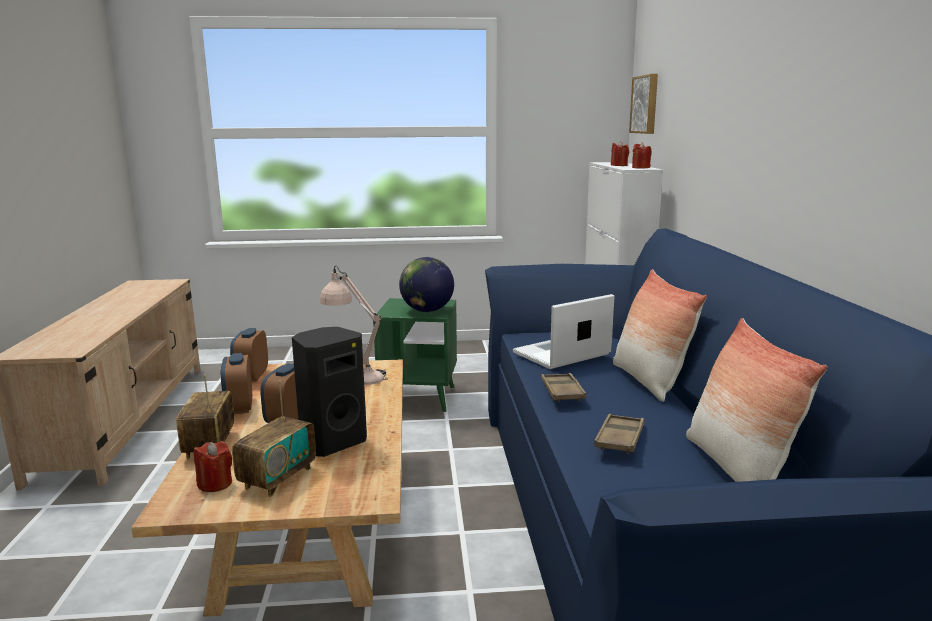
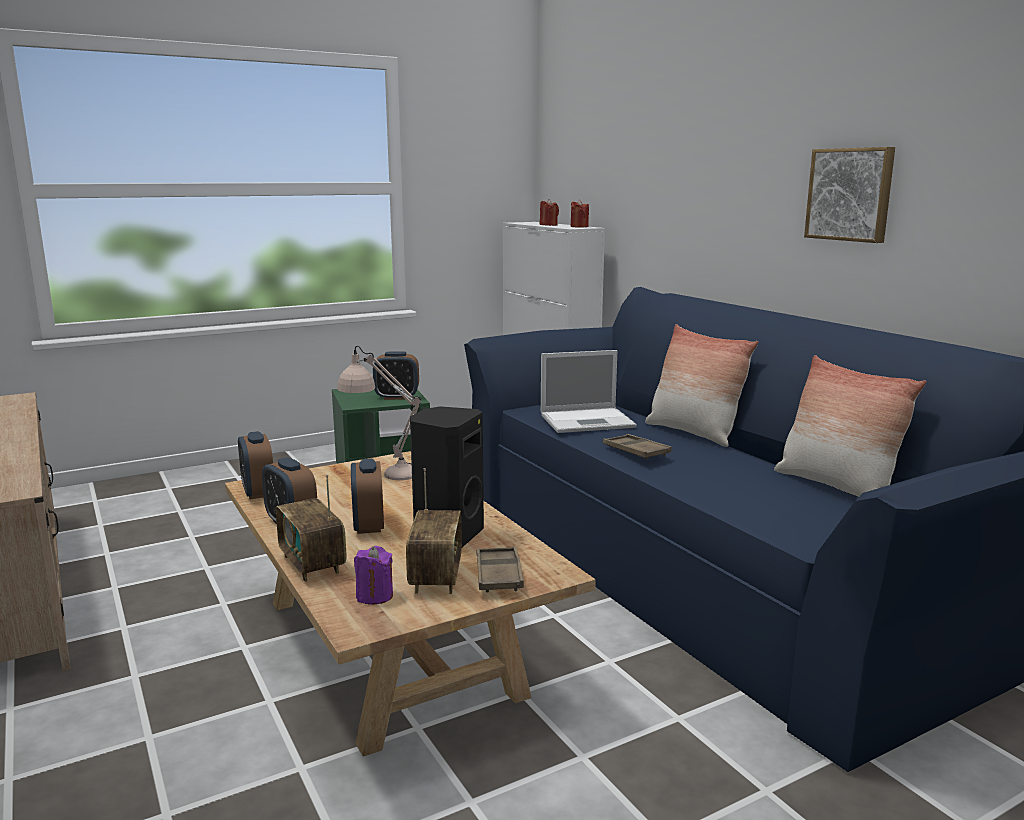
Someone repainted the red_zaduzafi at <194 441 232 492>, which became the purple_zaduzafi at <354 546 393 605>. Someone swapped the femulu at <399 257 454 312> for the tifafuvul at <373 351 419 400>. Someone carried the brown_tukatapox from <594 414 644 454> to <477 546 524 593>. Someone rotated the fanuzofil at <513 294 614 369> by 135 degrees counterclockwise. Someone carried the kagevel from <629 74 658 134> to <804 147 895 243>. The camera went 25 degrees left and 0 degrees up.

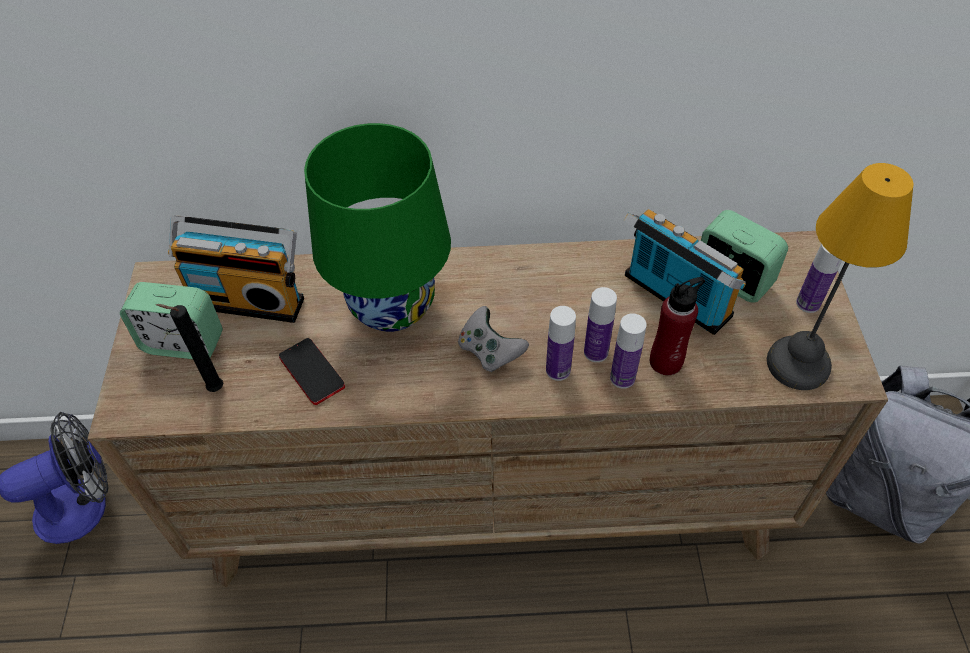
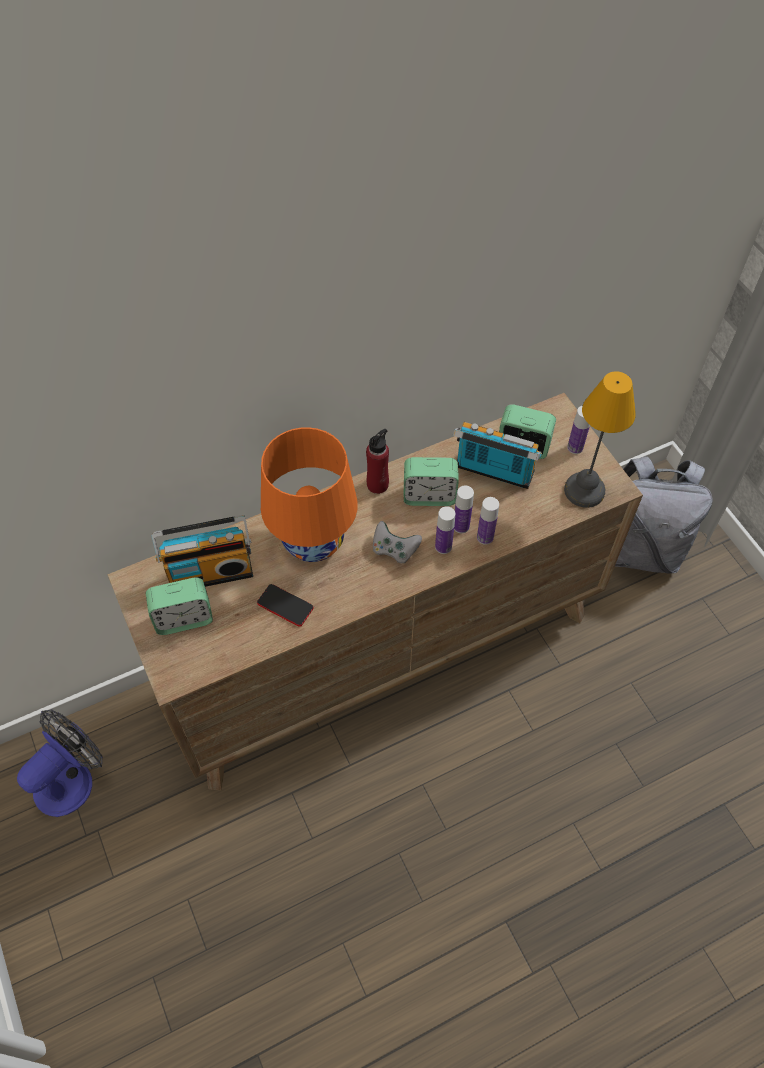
Someone repainted the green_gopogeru at <304 123 451 332>, which became the orange_gopogeru at <261 427 358 562>. Someone carried the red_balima from <650 277 705 375> to <366 429 389 494>. Someone put down the tifafuvul at <404 457 459 506>. Someone took away the black_zaduzafi at <156 304 223 392>. The camera went 25 degrees left and 5 degrees up.

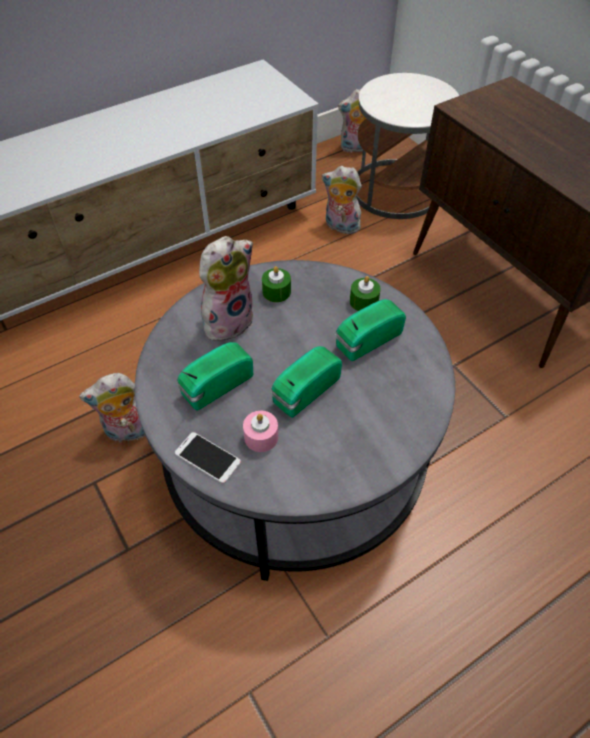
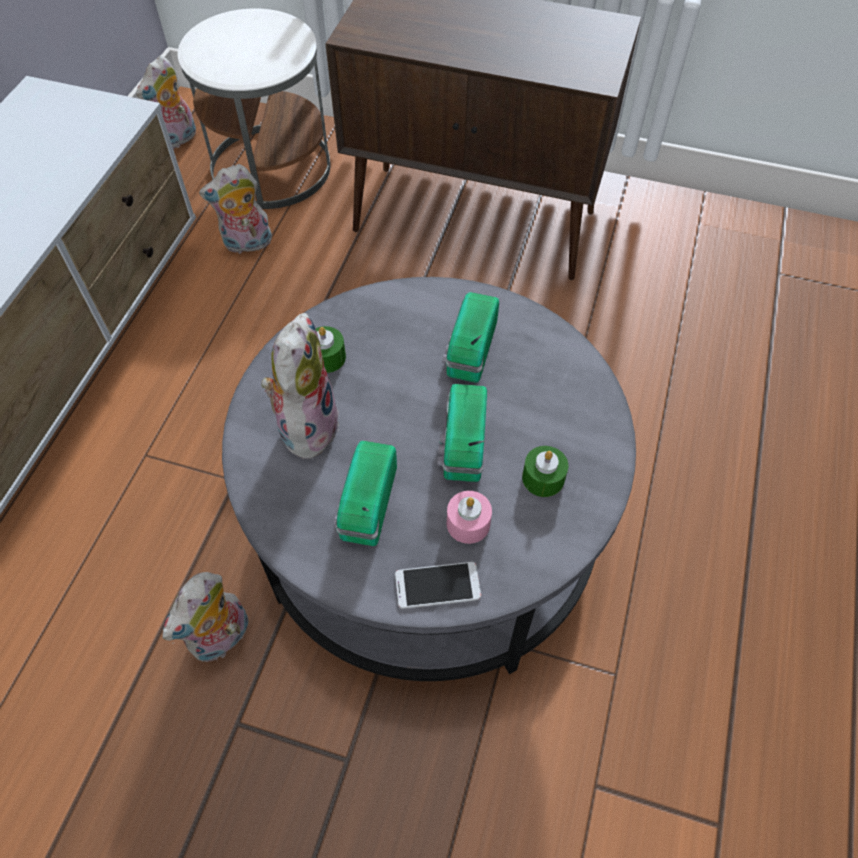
Someone carried the green_zaduzafi from <350 276 381 311> to <522 446 568 497>. The camera went 40 degrees left and 5 degrees up.

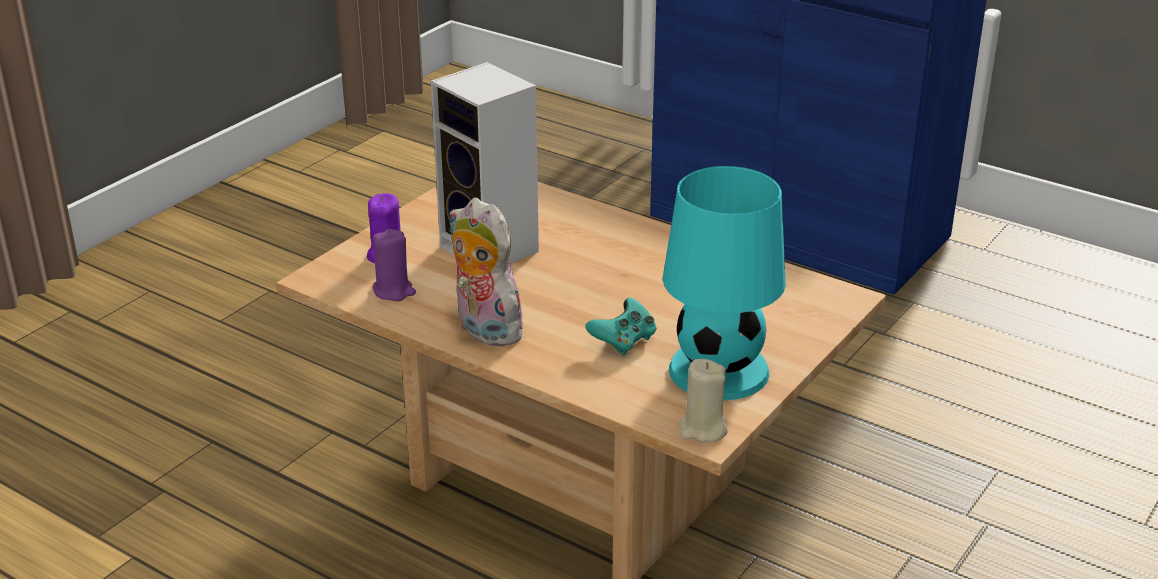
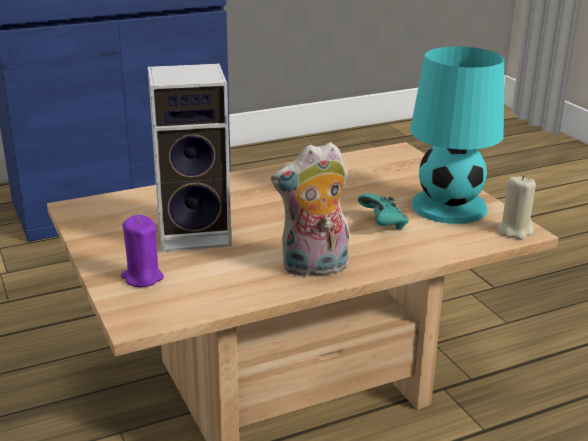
Someone took away the purple_zaduzafi at <373 229 416 301>. The camera went 60 degrees left and 5 degrees down.

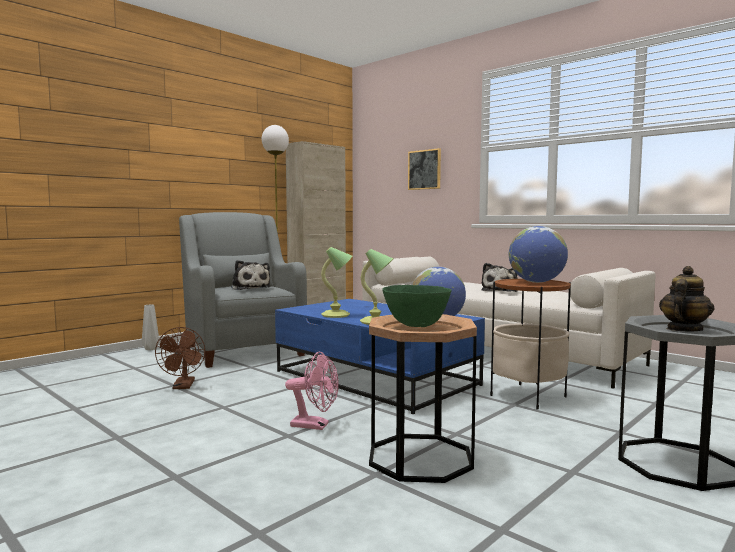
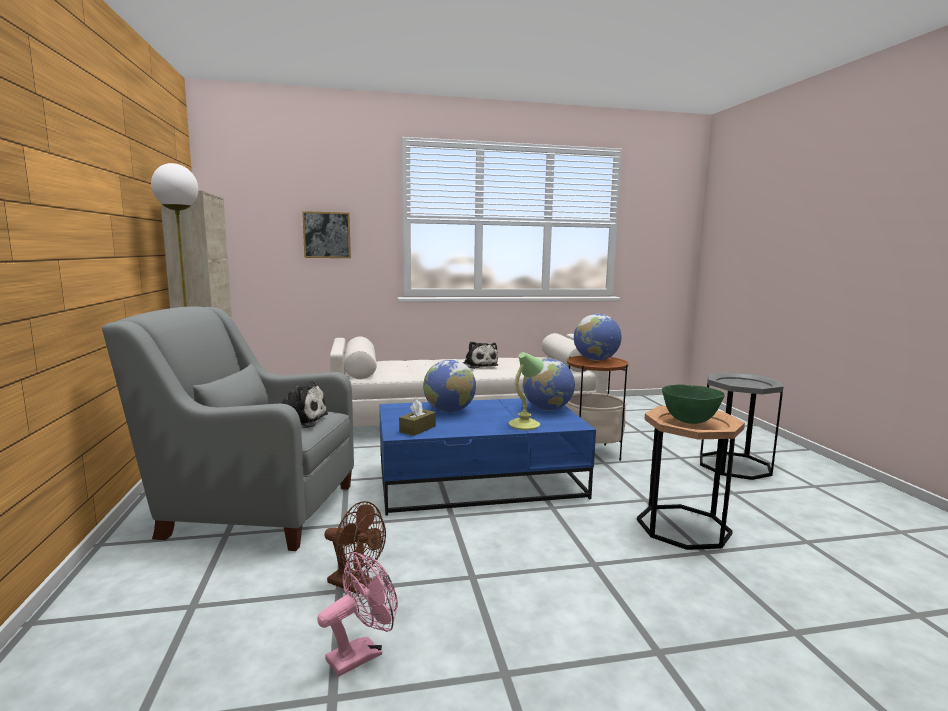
Someone carried the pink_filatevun from <285 352 339 430> to <317 552 398 676>. Someone put down the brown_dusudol at <399 400 436 436>. Someone put down the femulu at <423 360 476 413>. Someone took away the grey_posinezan at <142 304 159 350>. Someone took away the gopogeru at <321 247 352 318>. Someone took away the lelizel at <659 266 714 332>. The camera went 55 degrees left and 5 degrees up.

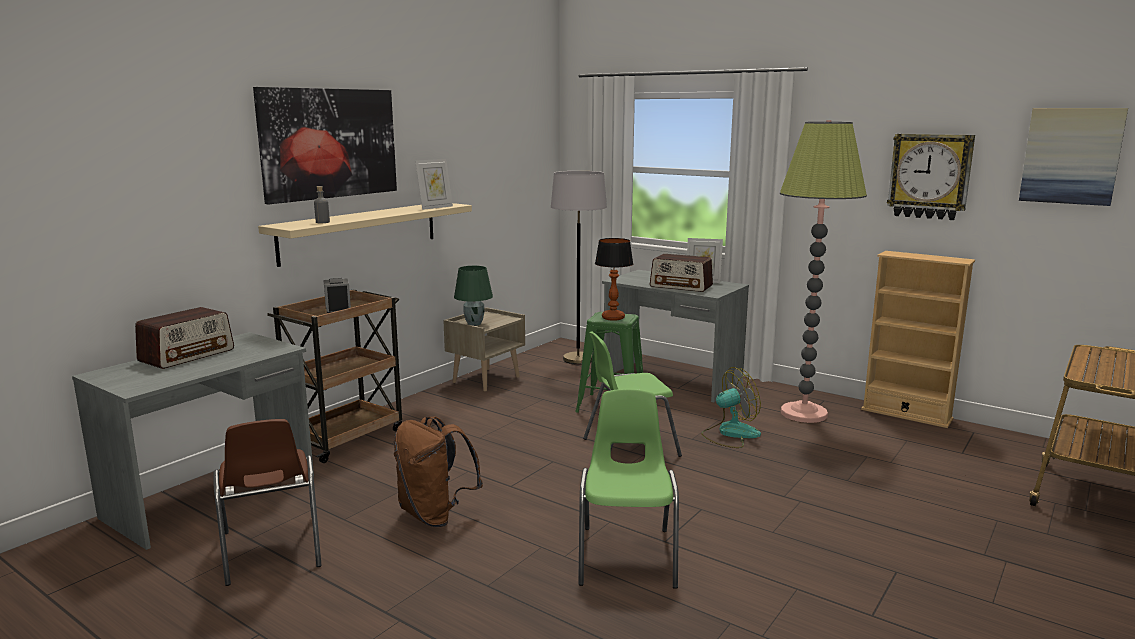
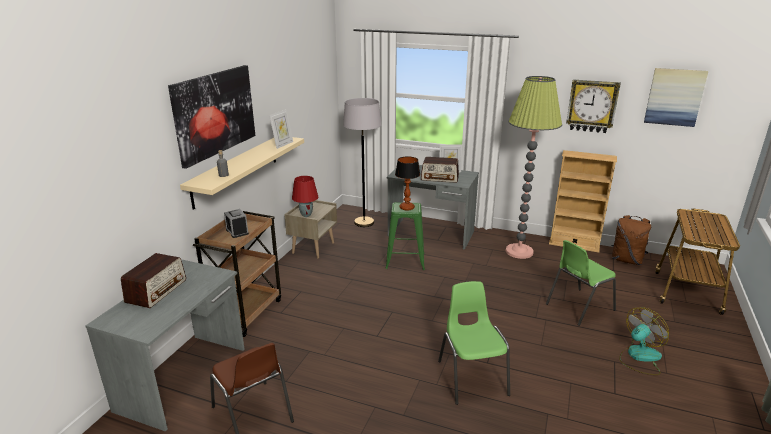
Someone repainted the green_gopogeru at <454 266 493 326>, which became the red_gopogeru at <292 176 318 217>. Someone carried the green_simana from <583 331 682 457> to <546 240 616 326>. Someone carried the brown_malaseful from <394 417 483 527> to <612 215 651 265>. Someone carried the filatevun from <701 367 761 448> to <619 307 669 375>. The camera went 15 degrees left and 10 degrees up.

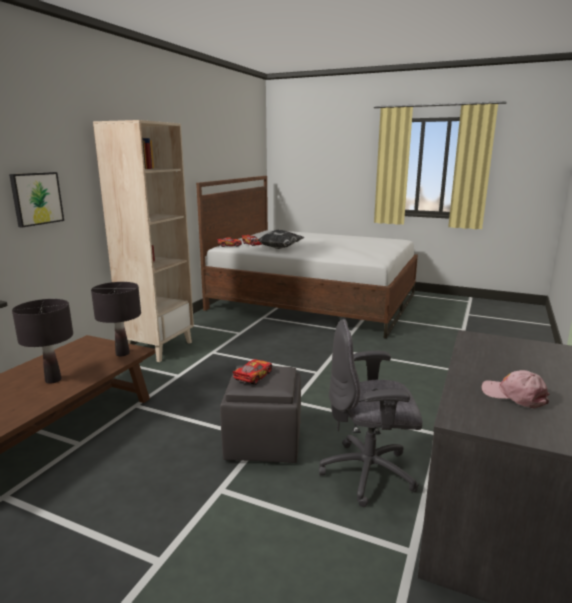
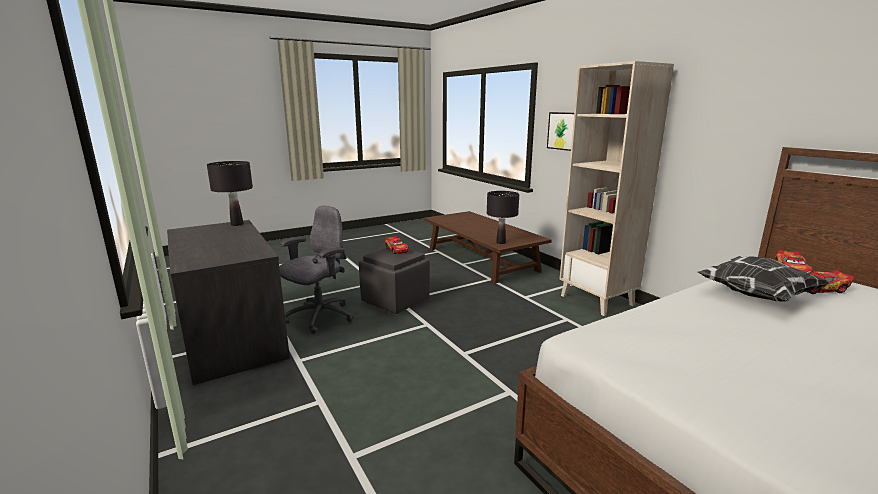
Someone carried the black_gopogeru from <12 299 73 384> to <207 161 253 226>. Someone took away the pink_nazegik at <482 370 550 408>. The camera went 125 degrees right and 0 degrees up.

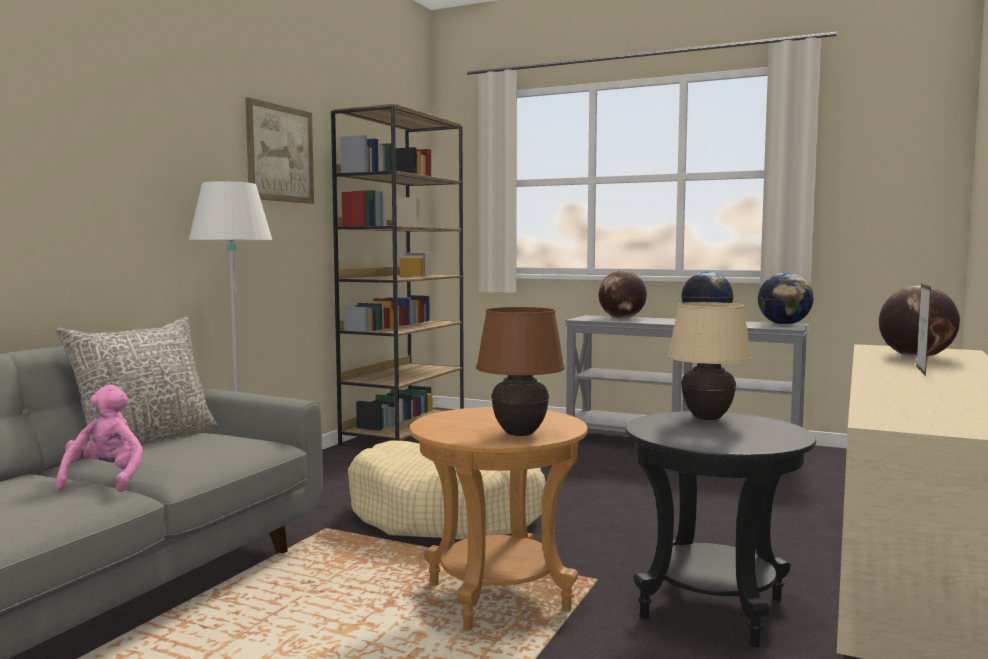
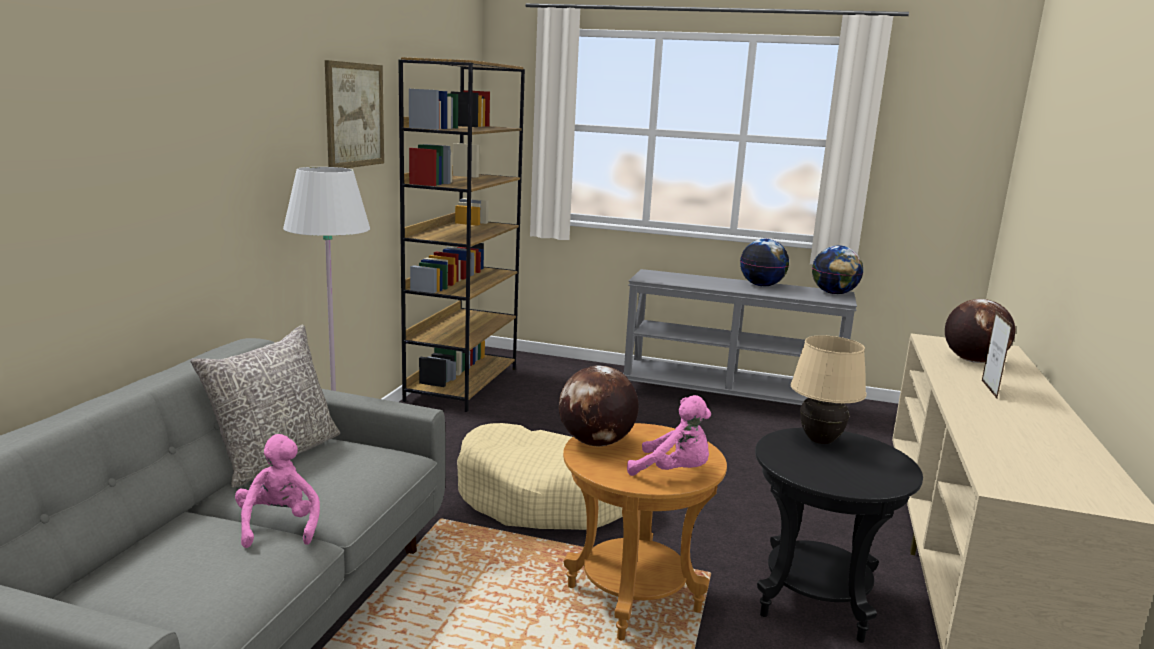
Someone carried the femulu from <598 270 647 319> to <559 365 639 446>. Someone swapped the brown_gopogeru at <476 307 565 436> for the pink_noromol at <627 395 711 476>. The camera went 10 degrees left and 10 degrees up.

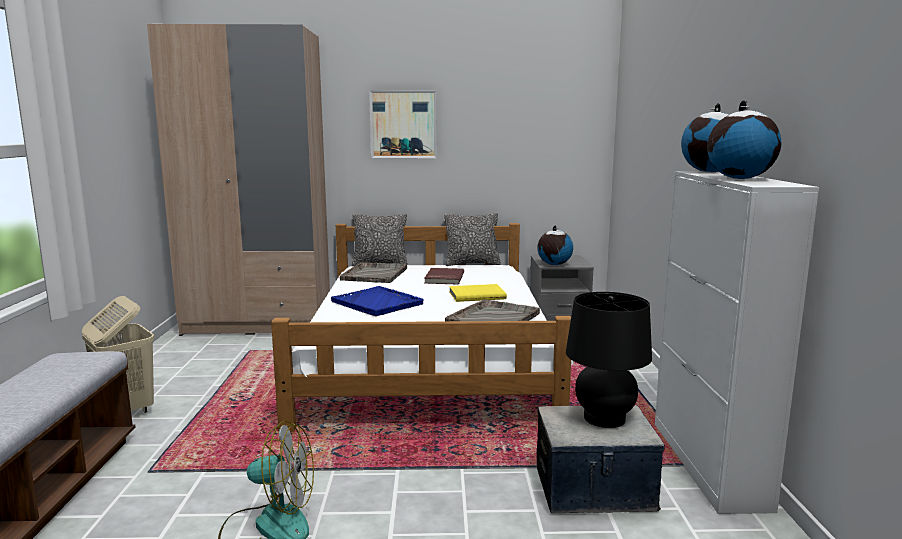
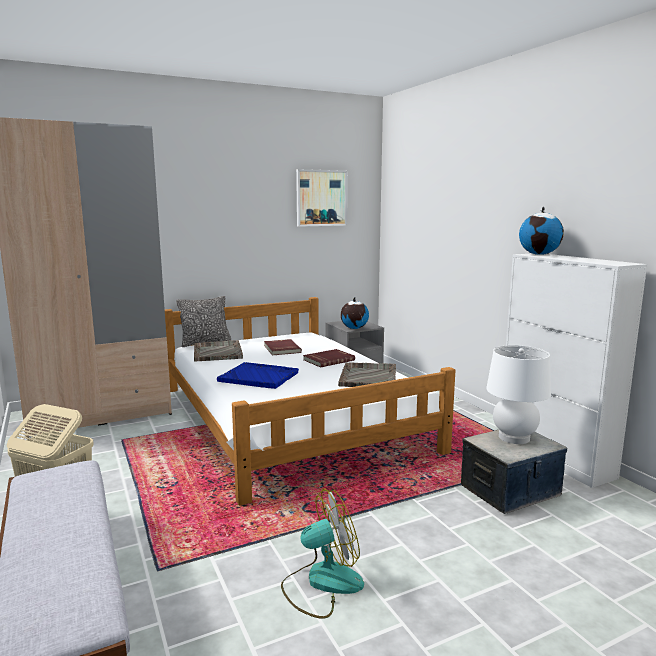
Someone carried the kagevel from <369 90 437 158> to <296 169 348 227>. Someone repainted the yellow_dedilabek at <449 284 507 302>, which became the red_dedilabek at <303 349 355 368>. Someone repainted the black_gopogeru at <566 292 652 428>, which became the white_gopogeru at <486 345 551 444>. Someone took away the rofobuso at <444 213 501 266>. Someone took away the femulu at <707 100 781 179>. The camera went 25 degrees left and 0 degrees up.

